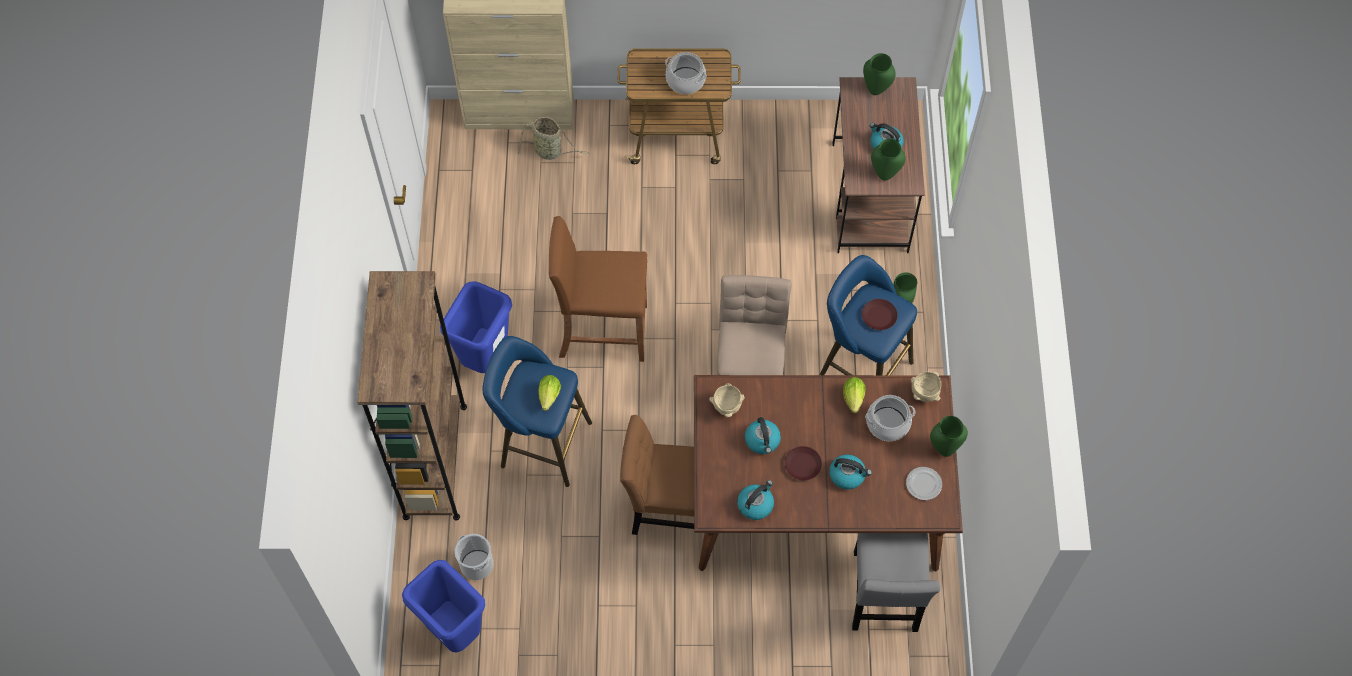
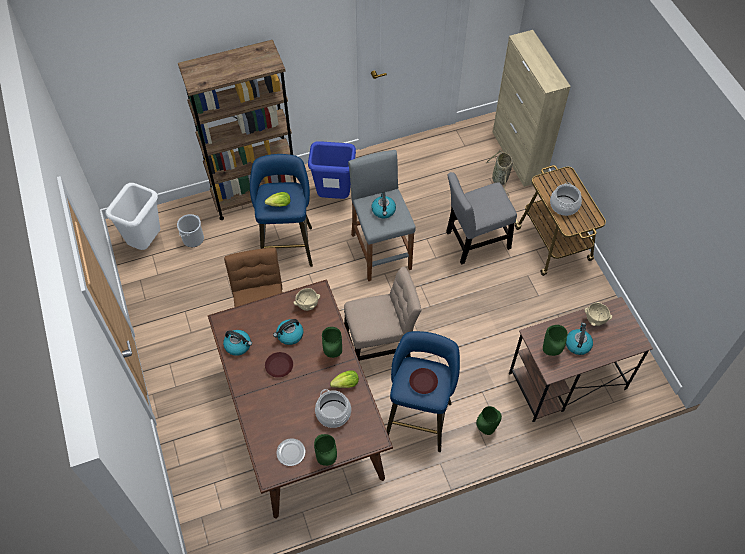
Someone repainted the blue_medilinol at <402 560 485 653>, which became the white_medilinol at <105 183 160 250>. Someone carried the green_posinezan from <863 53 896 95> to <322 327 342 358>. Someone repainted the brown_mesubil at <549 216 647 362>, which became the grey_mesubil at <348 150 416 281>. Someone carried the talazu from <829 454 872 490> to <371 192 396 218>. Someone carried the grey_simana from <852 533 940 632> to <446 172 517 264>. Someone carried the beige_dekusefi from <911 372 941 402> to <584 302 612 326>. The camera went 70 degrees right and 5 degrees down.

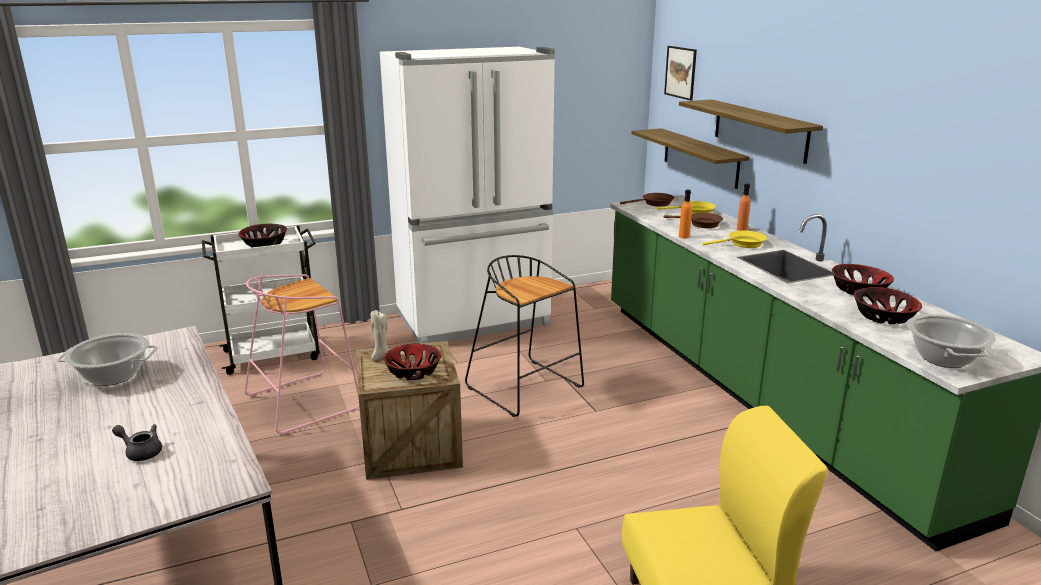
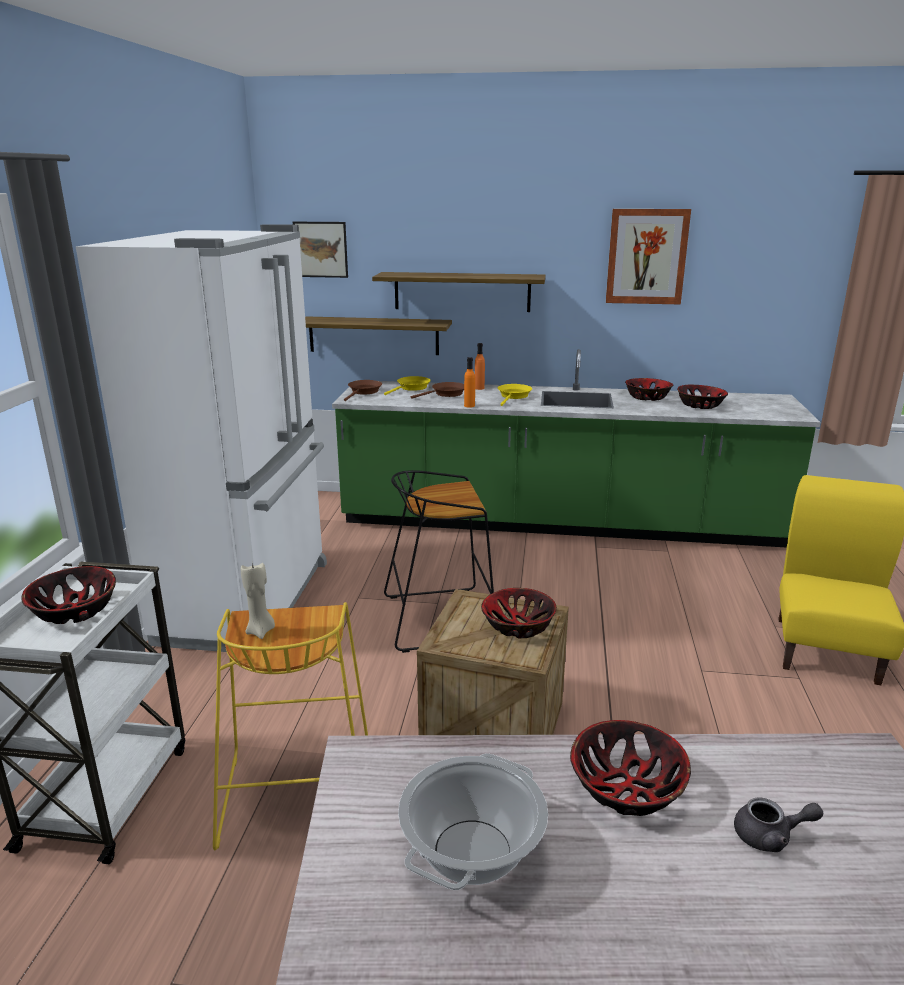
Someone repainted the pink_mesubil at <245 274 359 435>, which became the yellow_mesubil at <213 602 368 850>. Someone carried the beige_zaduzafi from <371 310 389 360> to <241 563 275 639>. Someone put down the dekusefi at <570 720 691 816>. Someone put up the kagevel at <606 209 691 305>. Someone rotated the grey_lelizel at <112 424 162 461> by 135 degrees counterclockwise. Someone took away the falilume at <907 314 996 368>. The camera went 60 degrees left and 0 degrees up.

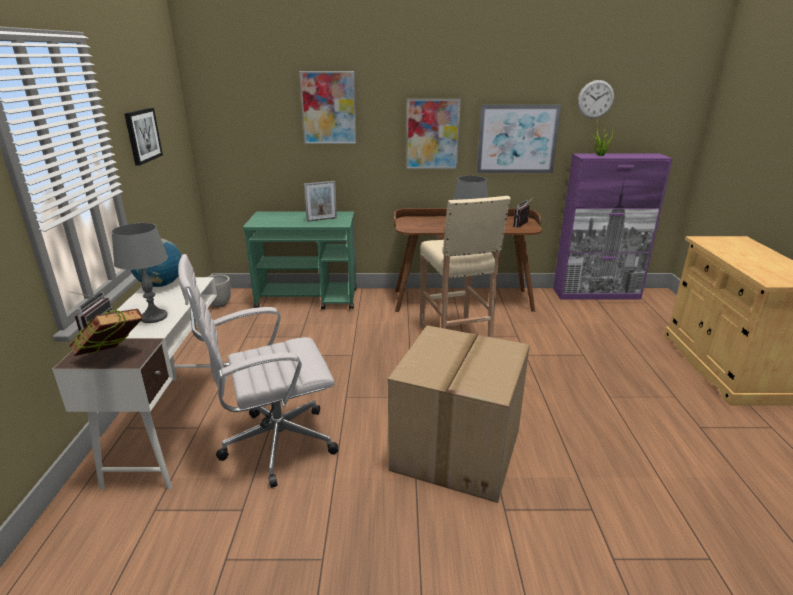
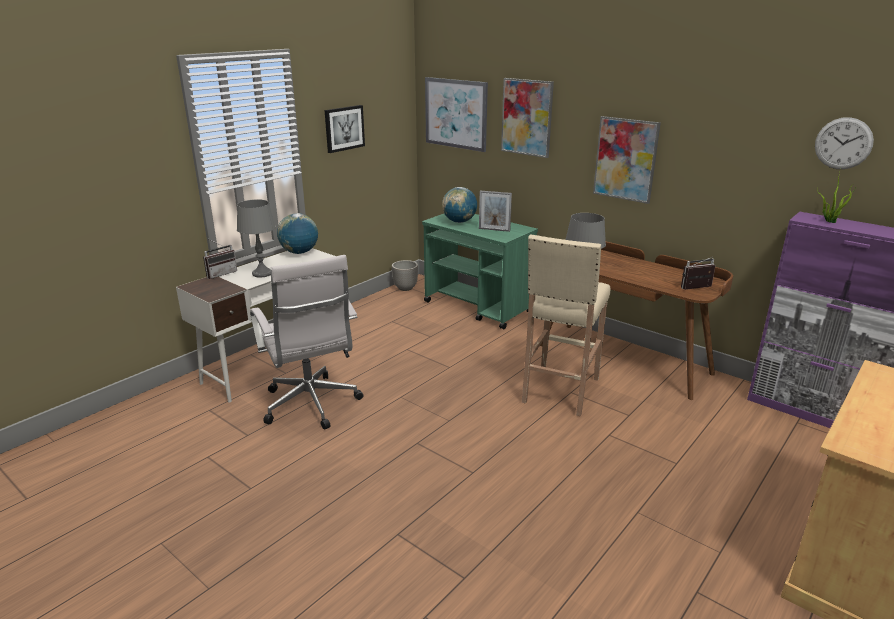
Someone rotated the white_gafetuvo at <178 254 338 488> by 135 degrees counterclockwise. Someone carried the kagevel from <477 105 561 173> to <425 77 488 152>. Someone put down the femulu at <442 187 477 223>. Someone took away the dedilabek at <69 309 143 356>. Someone took away the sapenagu at <388 325 530 503>. The camera went 40 degrees right and 0 degrees up.

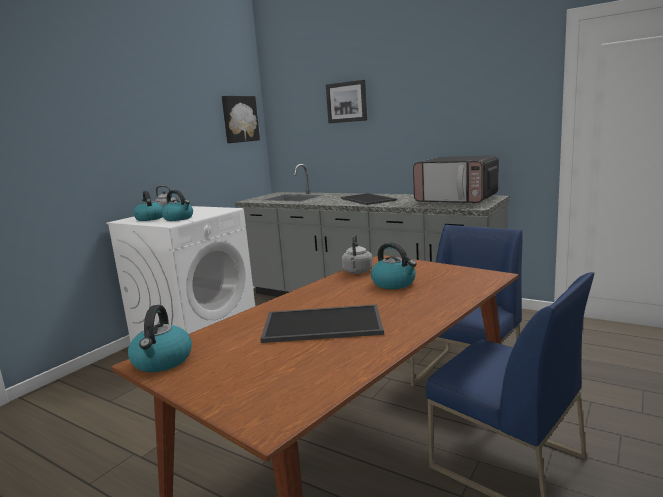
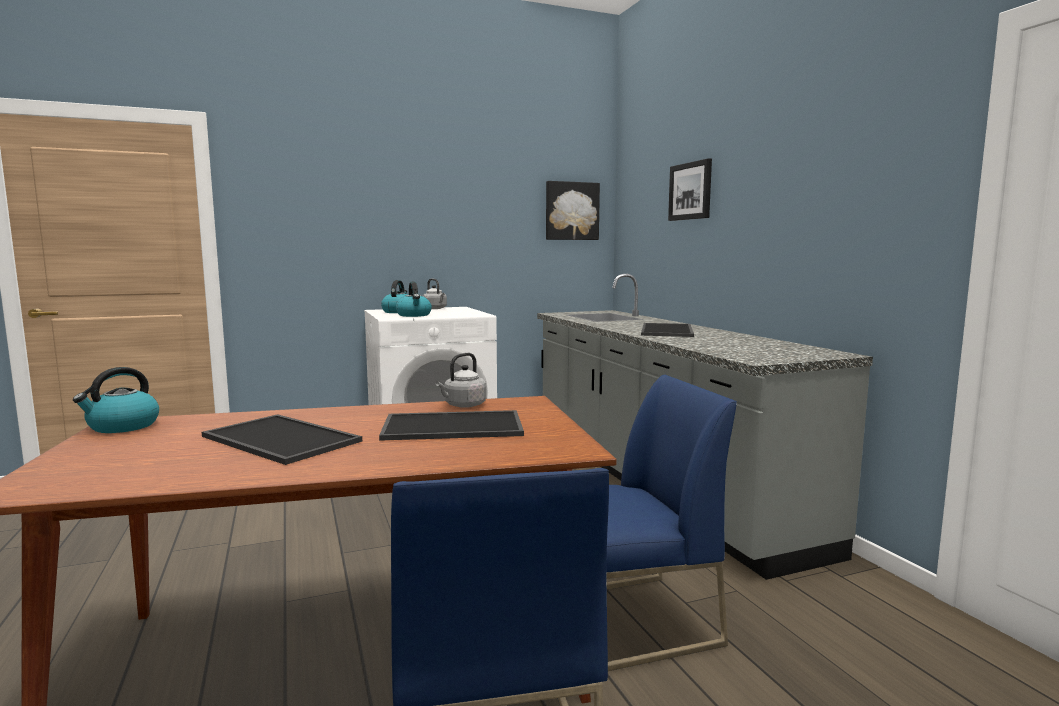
Someone swapped the talazu at <371 242 417 289> for the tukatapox at <379 410 524 441>. Someone took away the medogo at <413 156 499 203>. The camera went 35 degrees right and 5 degrees down.

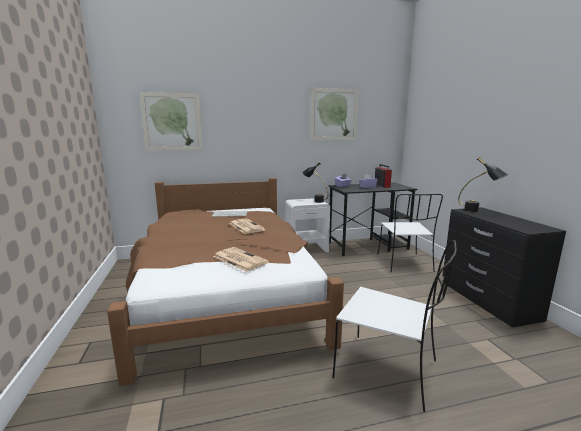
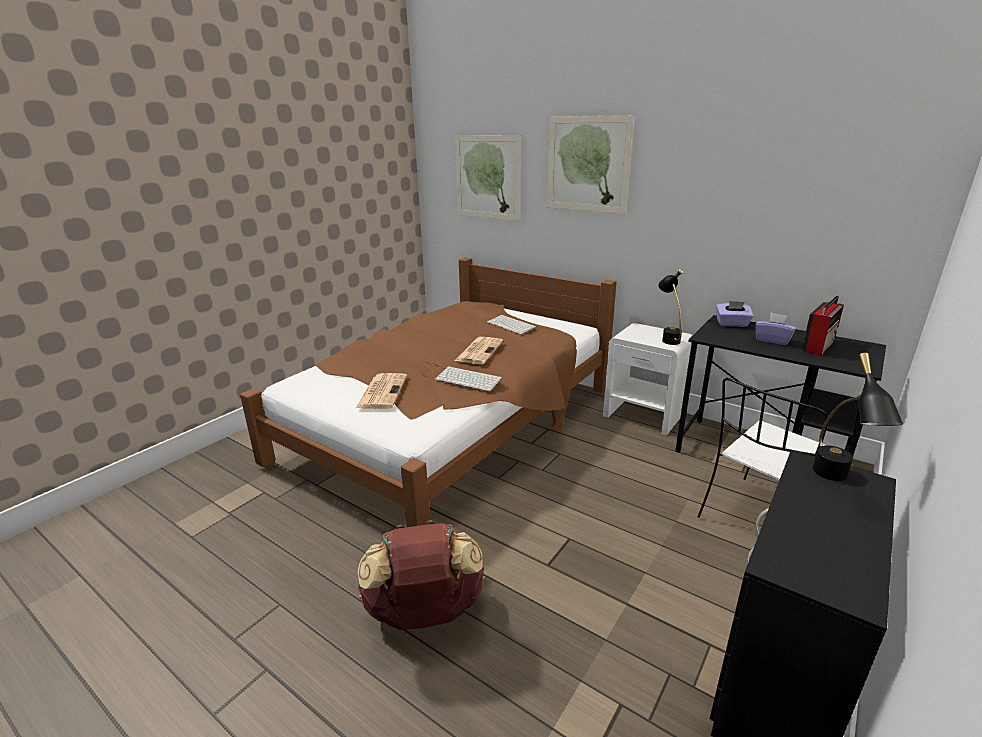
Someone swapped the white_simana at <332 240 457 412> for the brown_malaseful at <358 520 485 630>. Someone put down the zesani at <435 366 503 391>. Someone carried the kagevel from <311 88 359 141> to <547 115 635 214>. The camera went 50 degrees right and 10 degrees up.

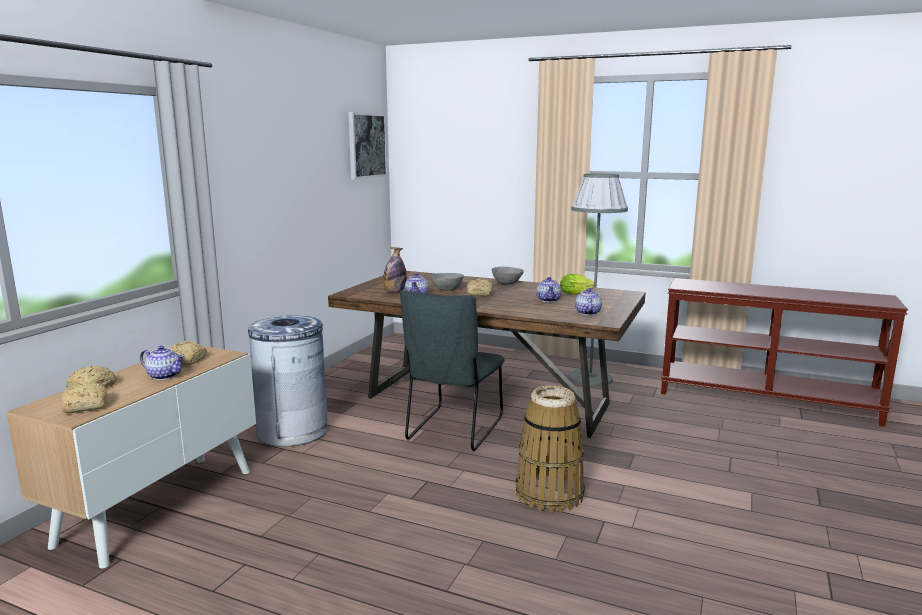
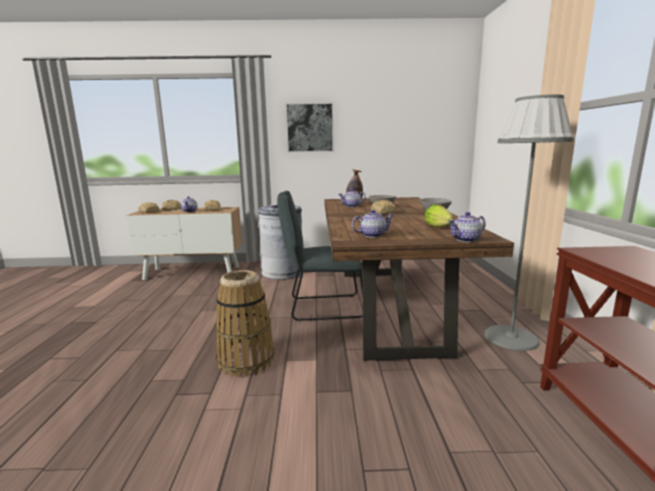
Someone carried the kagevel from <348 112 387 179> to <285 102 334 153>. Someone carried the lelizel from <537 277 561 302> to <448 212 486 242>. The camera went 65 degrees right and 0 degrees up.

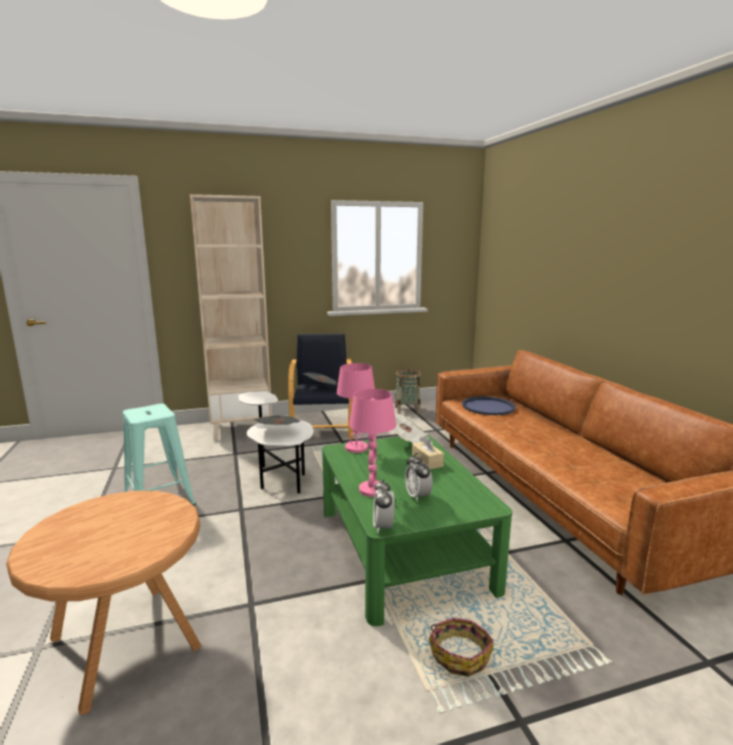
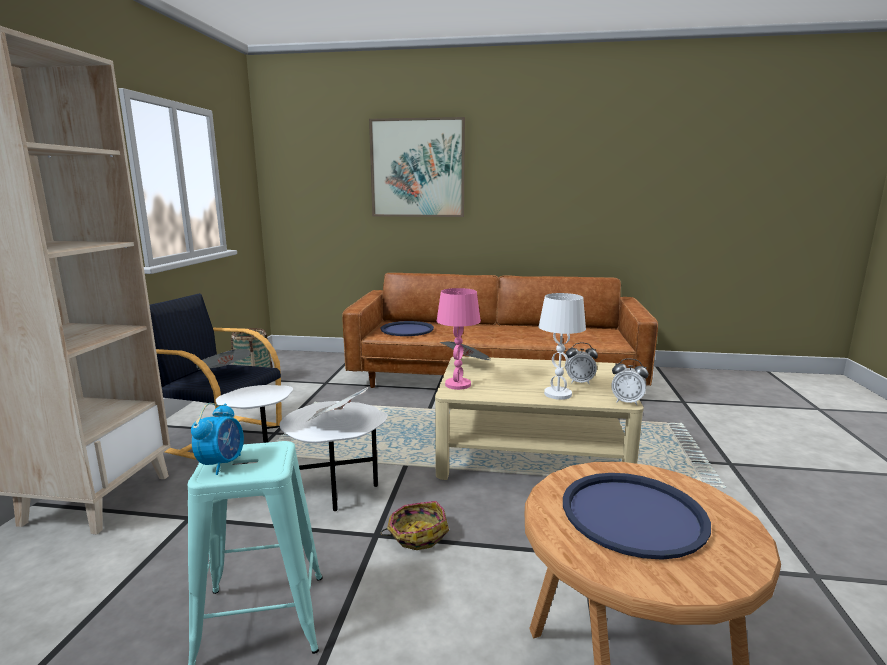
Someone put down the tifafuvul at <191 403 244 475>. Someone put up the kagevel at <369 117 465 217>. Someone carried the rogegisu from <429 618 494 677> to <380 501 449 550>. Someone repainted the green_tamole at <322 435 512 626>, which became the beige_tamole at <435 356 644 480>. Someone repainted the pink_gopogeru at <349 389 396 497>, which became the white_gopogeru at <539 293 586 400>. Someone put down the blue_tukatapox at <563 473 711 560>. Someone took away the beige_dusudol at <412 435 444 469>. The camera went 65 degrees left and 0 degrees up.

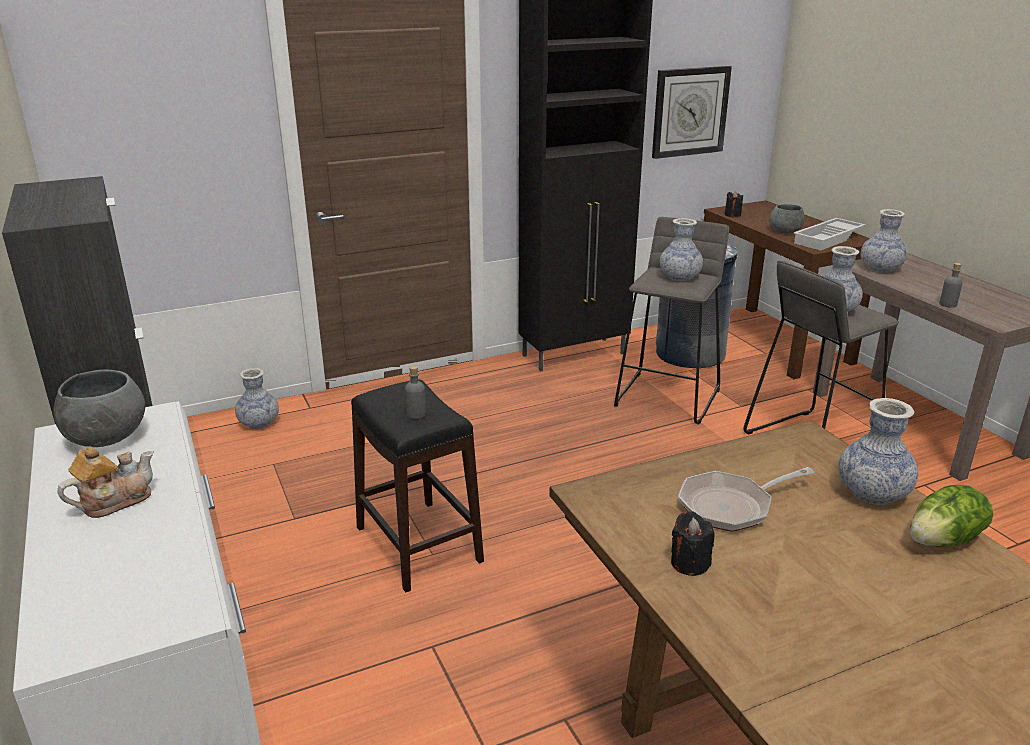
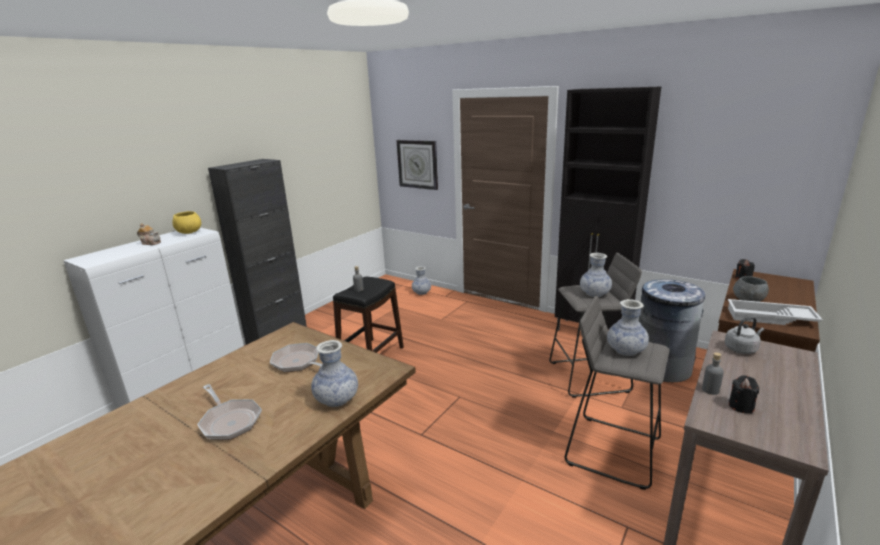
Someone repainted the grey_dekusefi at <53 370 145 447>, which became the yellow_dekusefi at <172 211 201 234>. Someone put down the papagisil at <197 384 262 440>. Someone carried the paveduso from <652 66 732 159> to <397 140 438 190>. Someone swapped the posinezan at <861 209 907 273> for the grey_talazu at <725 317 764 354>. Someone carried the black_zaduzafi from <671 511 715 576> to <729 376 759 413>. Someone took away the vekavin at <910 485 993 547>. The camera went 60 degrees right and 5 degrees down.

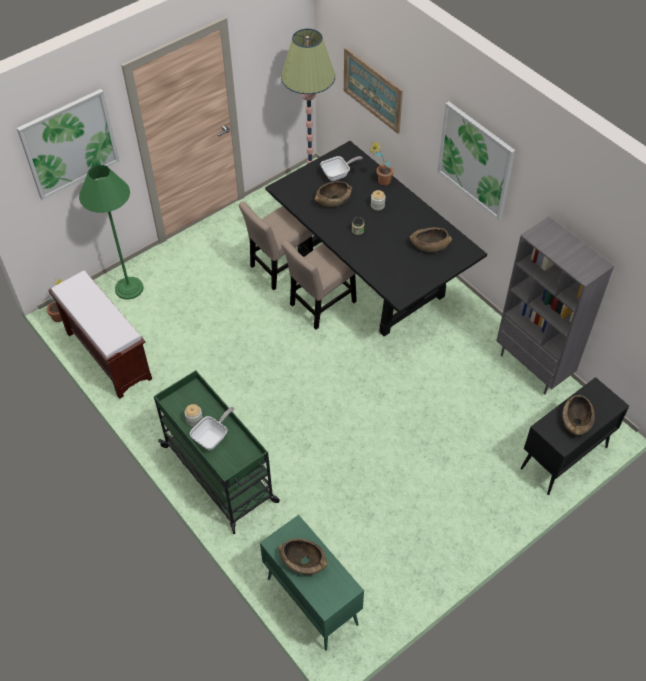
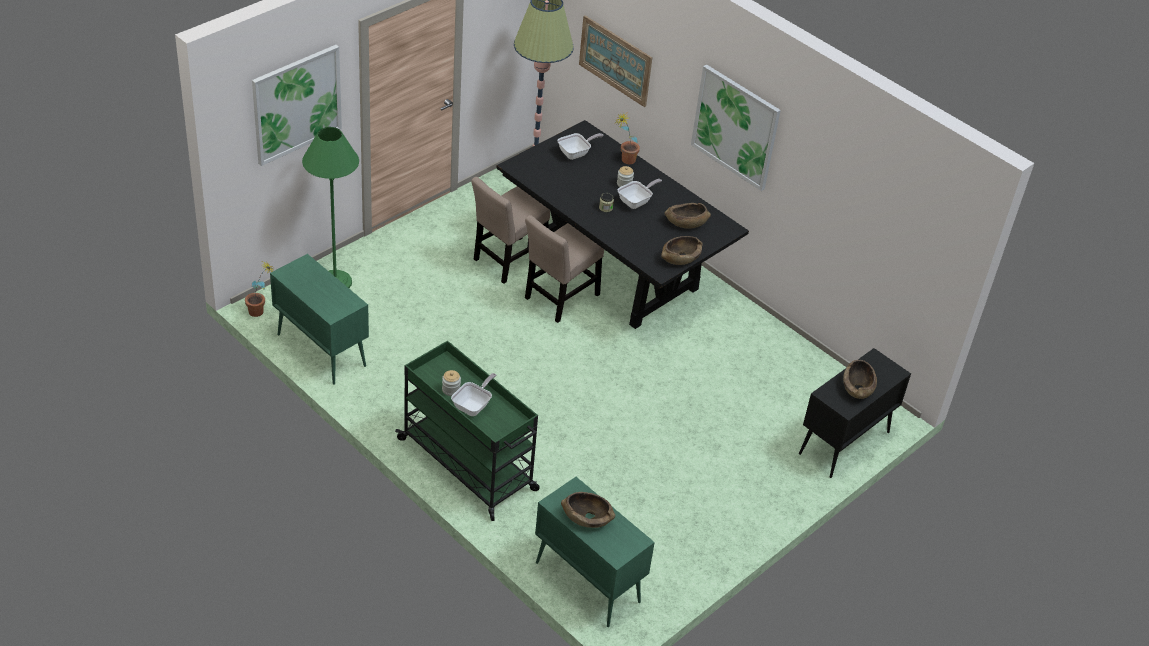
Someone swapped the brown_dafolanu at <48 271 152 399> for the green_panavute at <270 254 369 385>. Someone put down the papagisil at <618 179 662 209>. Someone carried the brown_dekusefi from <314 181 352 207> to <661 236 703 265>. Someone took away the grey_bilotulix at <496 217 614 394>. The camera went 10 degrees left and 10 degrees down.

